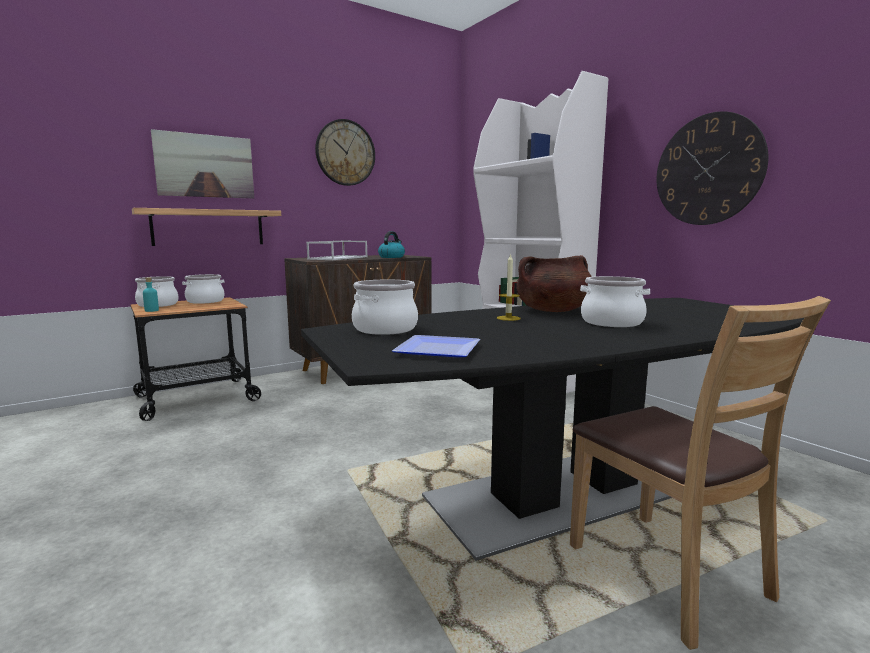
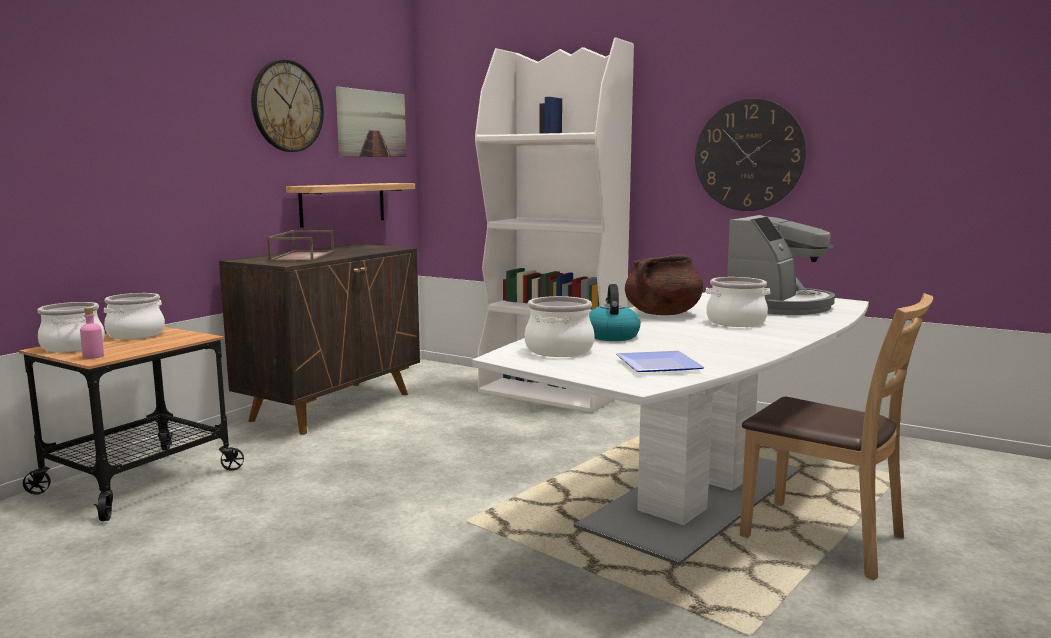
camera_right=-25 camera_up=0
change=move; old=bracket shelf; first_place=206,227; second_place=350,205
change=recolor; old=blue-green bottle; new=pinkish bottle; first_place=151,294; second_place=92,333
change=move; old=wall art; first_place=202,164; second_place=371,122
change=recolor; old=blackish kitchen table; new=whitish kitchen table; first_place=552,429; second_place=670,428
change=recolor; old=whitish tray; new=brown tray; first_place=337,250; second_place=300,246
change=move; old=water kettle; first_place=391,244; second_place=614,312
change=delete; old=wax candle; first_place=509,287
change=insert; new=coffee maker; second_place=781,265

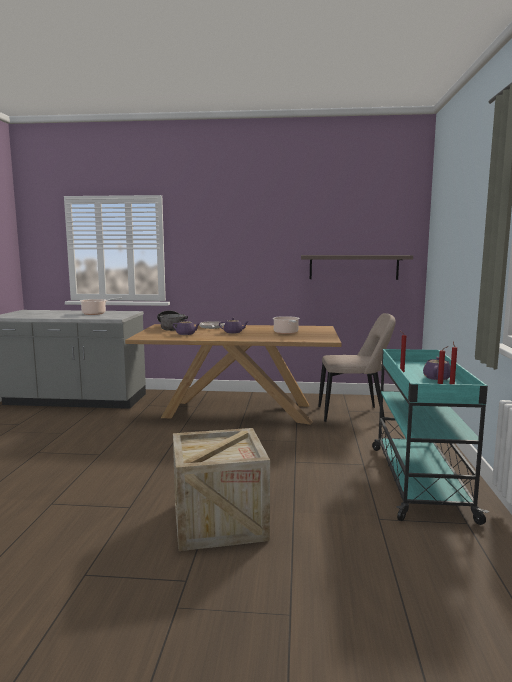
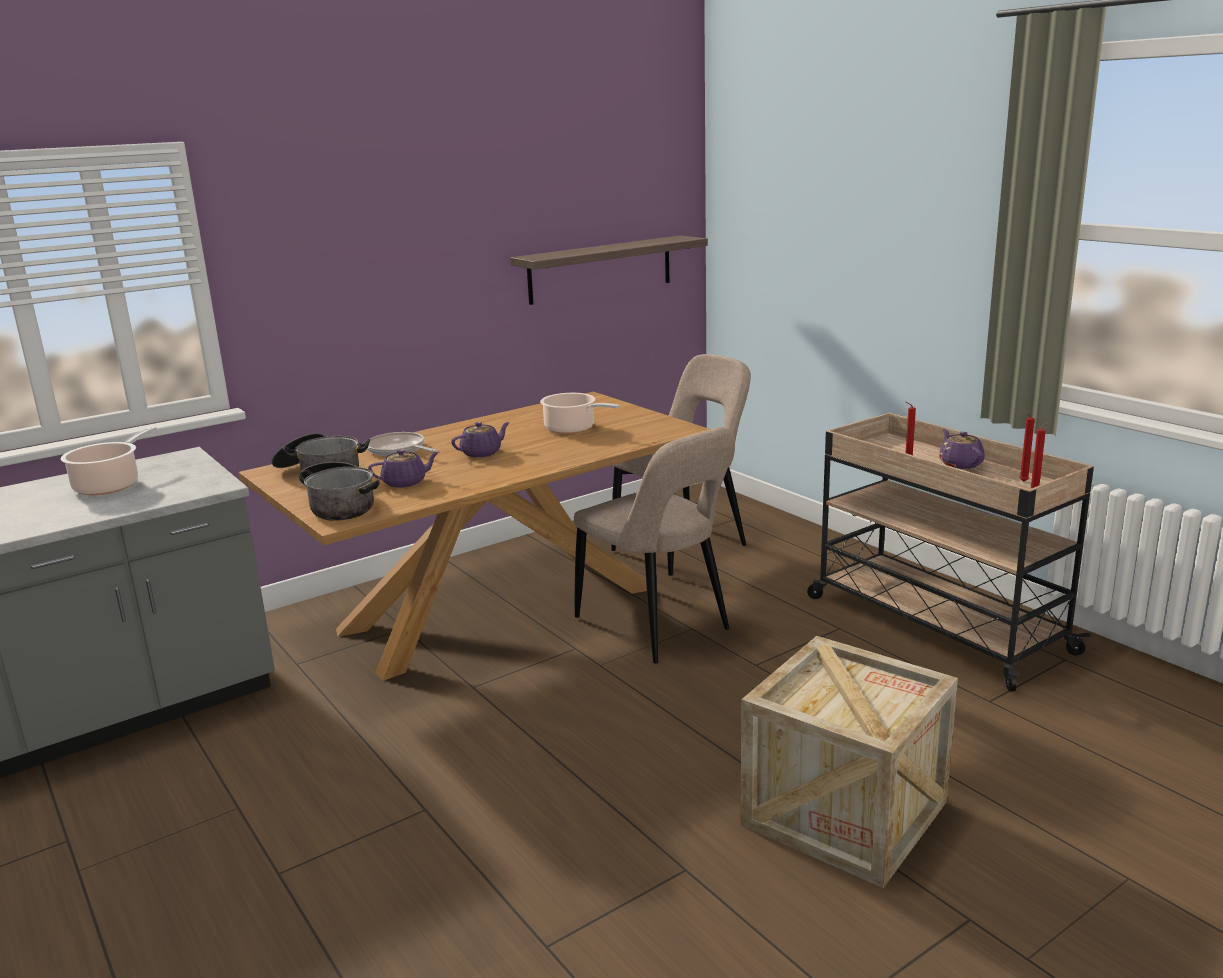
camera_right=-40 camera_up=10
change=recolor; old=blue-green wheeled cart; new=beige wheeled cart; first_place=431,437; second_place=950,552
change=insert; new=stockpot; second_place=339,491
change=insert; new=beige chair; second_place=654,545

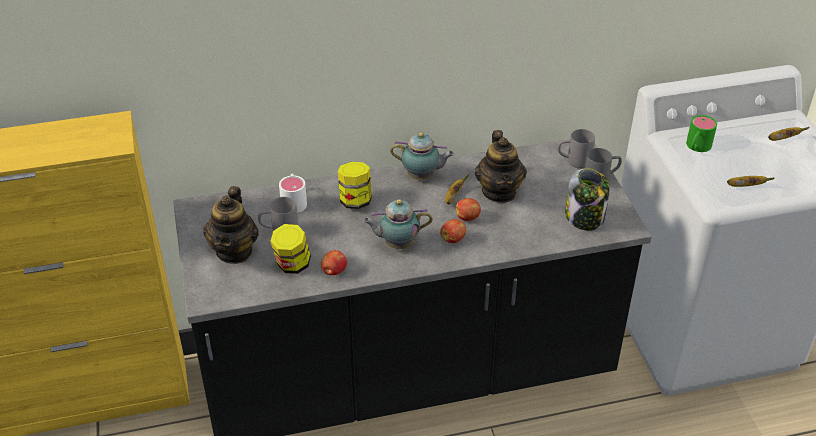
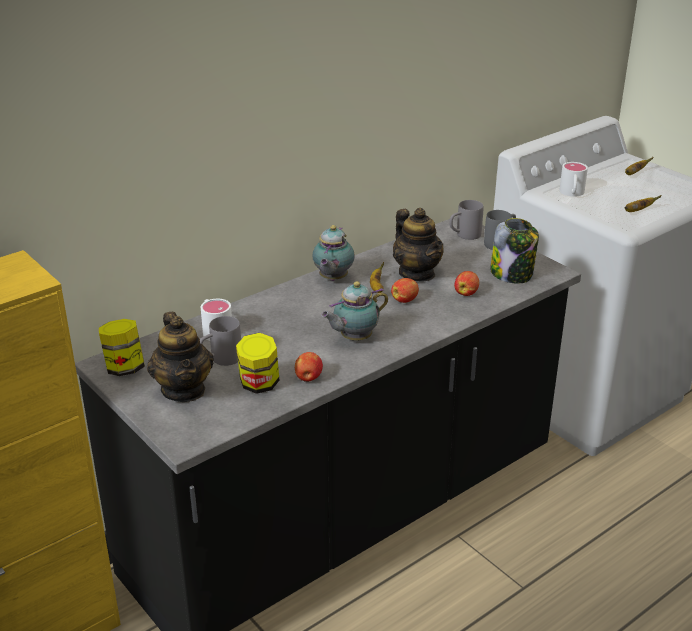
camera_right=-25 camera_up=-10
change=move; old=storage jar; first_place=355,185; second_place=122,347
change=rotate; old=teapot; first_place=422,156; second_place=334,253; degrees=120
change=move; old=apple fruit; first_place=453,231; second_place=466,283
change=recolor; old=green tea mug; new=whitish tea mug; first_place=701,133; second_place=573,179

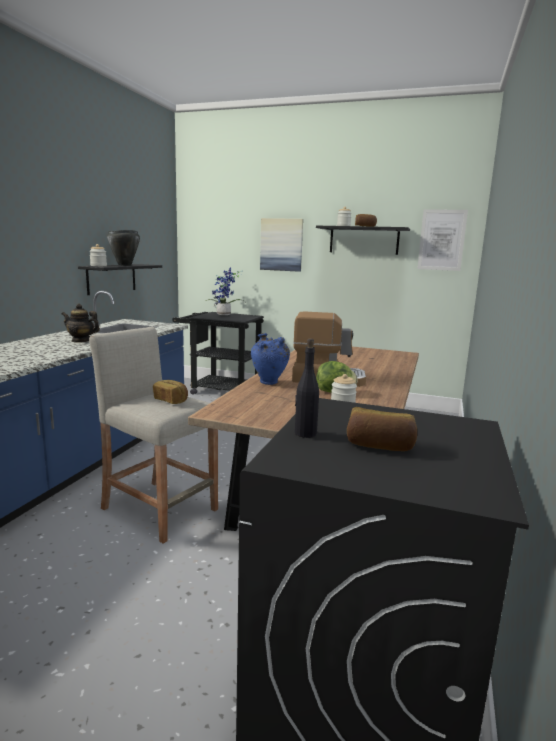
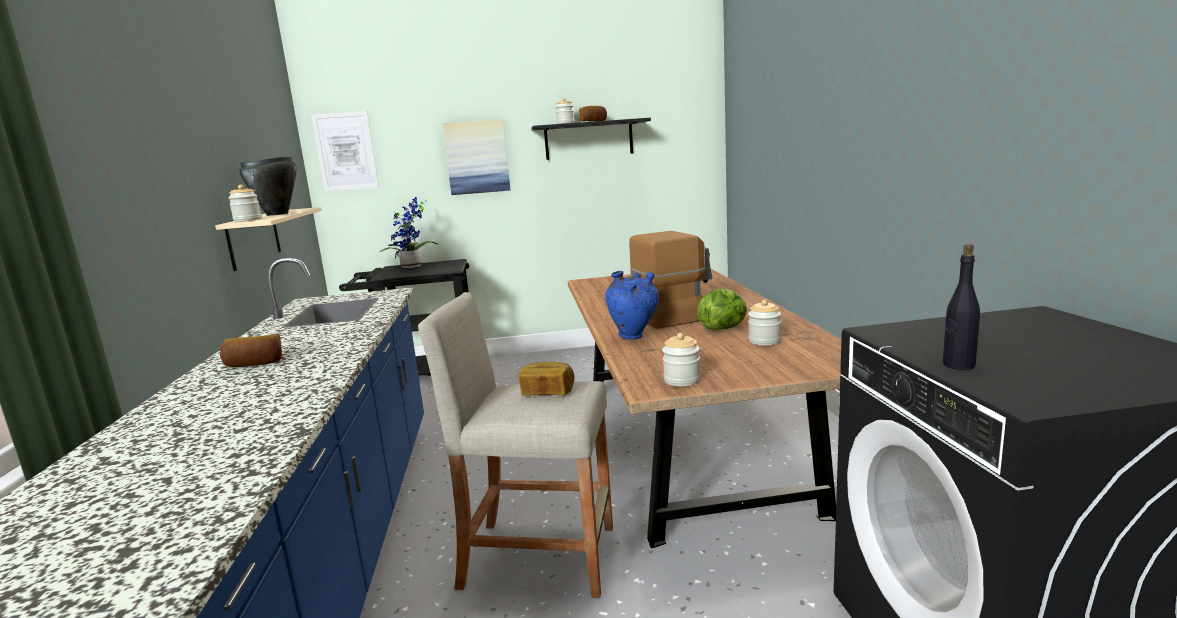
camera_right=-25 camera_up=0
change=delete; old=teapot; first_place=81,323
change=recolor; old=blackish bracket shelf; new=beige bracket shelf; first_place=120,279; second_place=268,239
change=move; old=baked bread; first_place=382,429; second_place=251,350
change=move; old=wall art; first_place=442,240; second_place=345,151
change=insert; new=storage jar; second_place=681,359

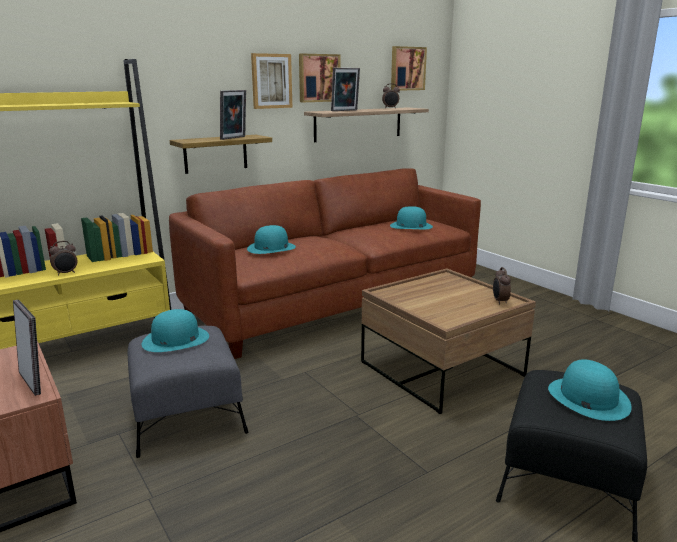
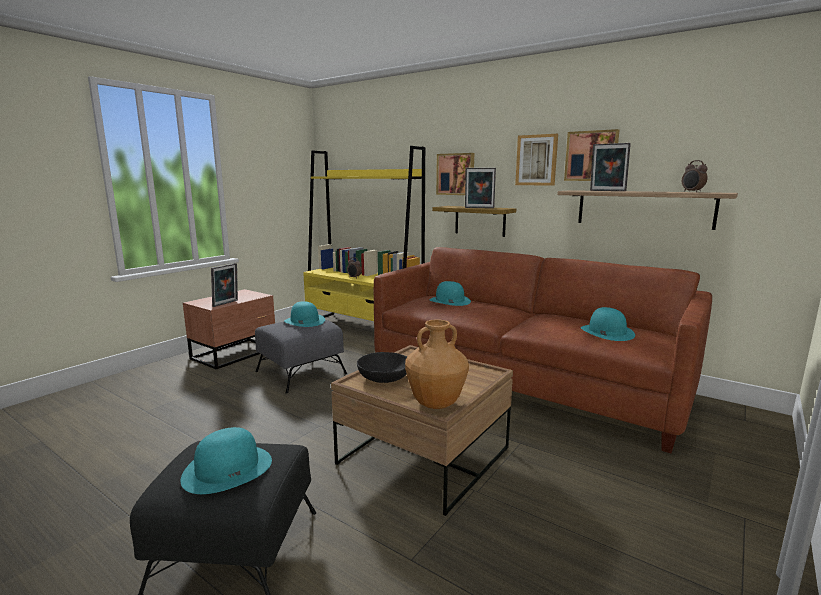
camera_right=70 camera_up=-5
change=move; old=wall art; first_place=409,68; second_place=455,174
change=replace; old=alarm clock; new=brown decorative vase; first_place=502,286; second_place=437,364
change=insert; new=blackish serving bowl; second_place=382,367

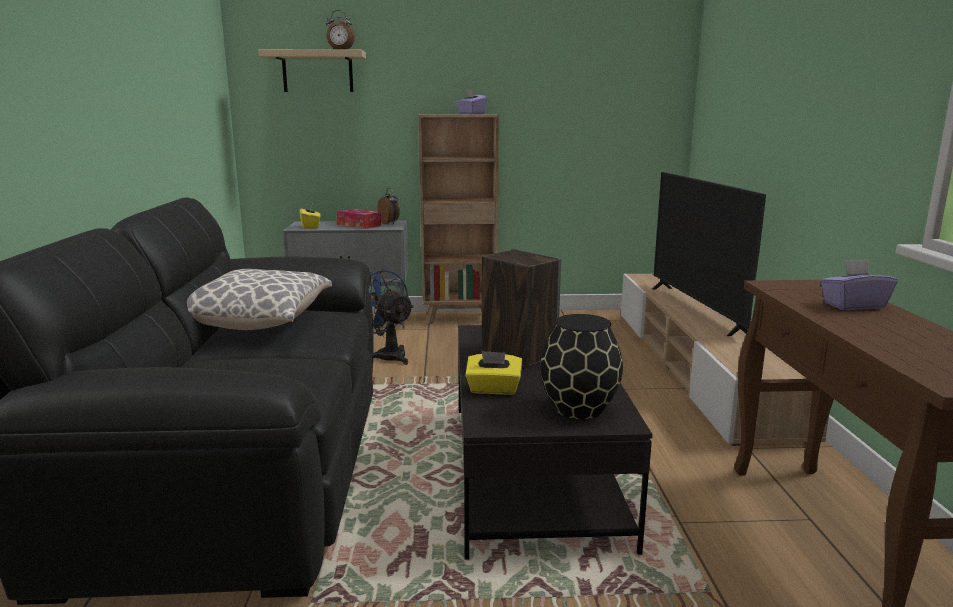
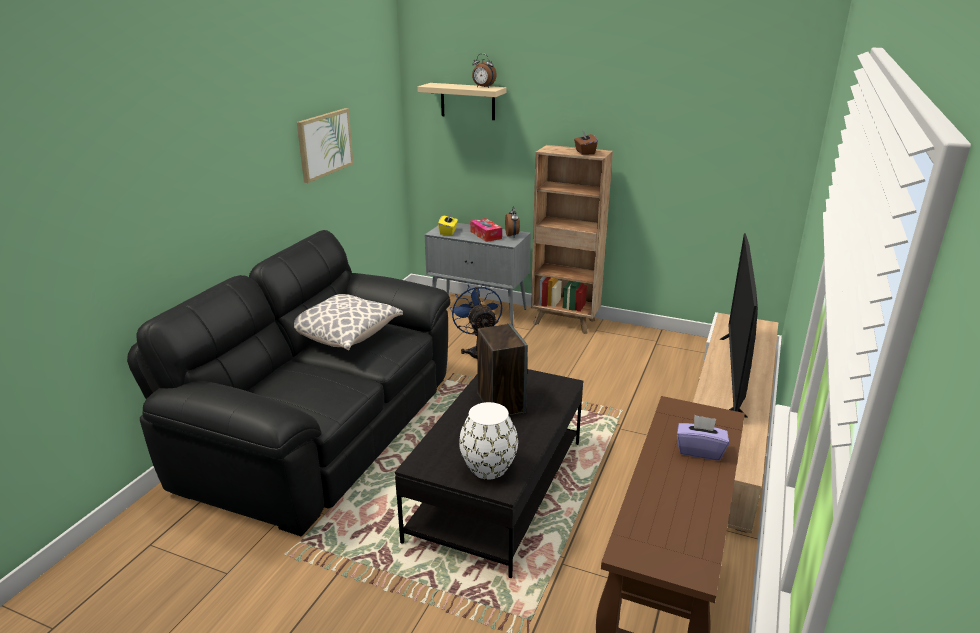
camera_right=25 camera_up=10
change=recolor; old=purple tissue box; new=brown tissue box; first_place=471,101; second_place=586,143
change=delete; old=yellow-coloured tissue box; first_place=493,373
change=recolor; old=blackish decorative vase; new=whitish decorative vase; first_place=581,366; second_place=488,440
change=insert; new=wall art; second_place=325,145

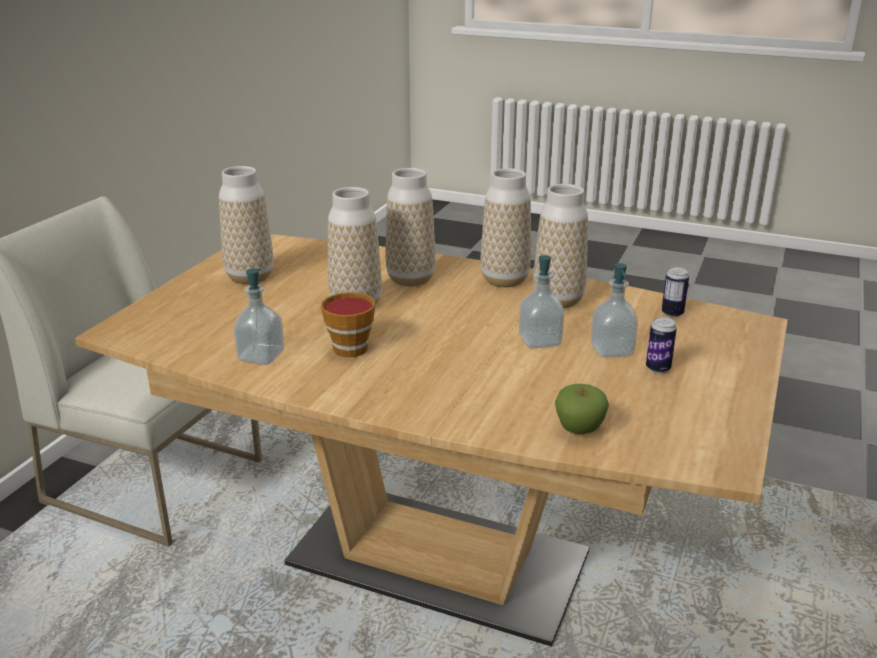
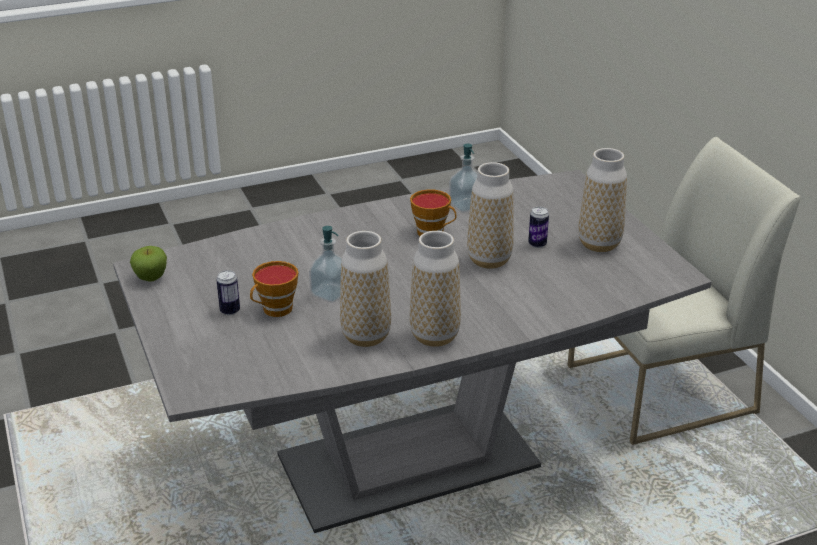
camera_right=135 camera_up=5
change=recolor; old=brown kitchen table; new=greyish kitchen table; first_place=431,440; second_place=412,351
change=delete; old=decorative vase; first_place=410,227
change=move; old=apple fruit; first_place=582,409; second_place=148,264
change=replace; old=liquid soap bottle; new=cup; first_place=614,310; second_place=274,289
change=move; old=sealed can; first_place=675,292; second_place=538,227

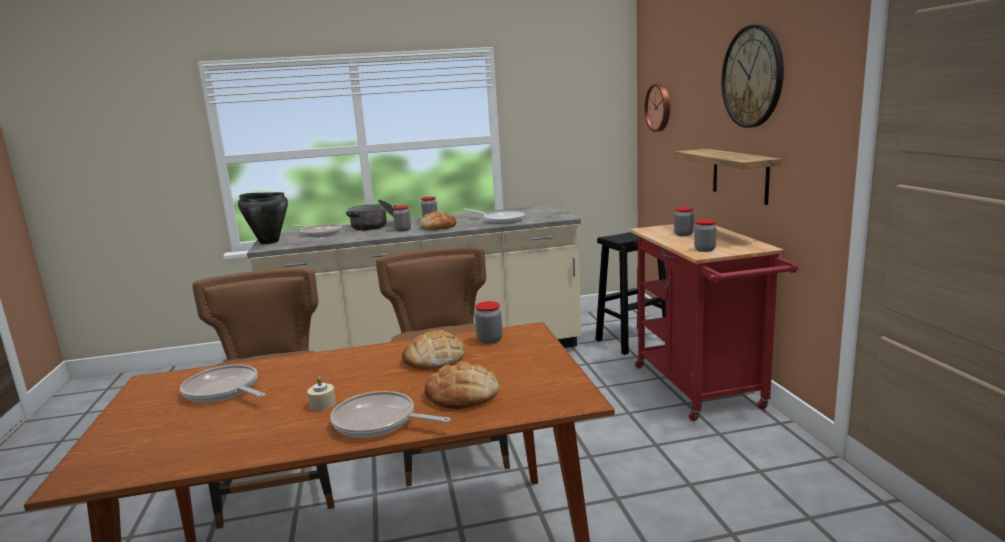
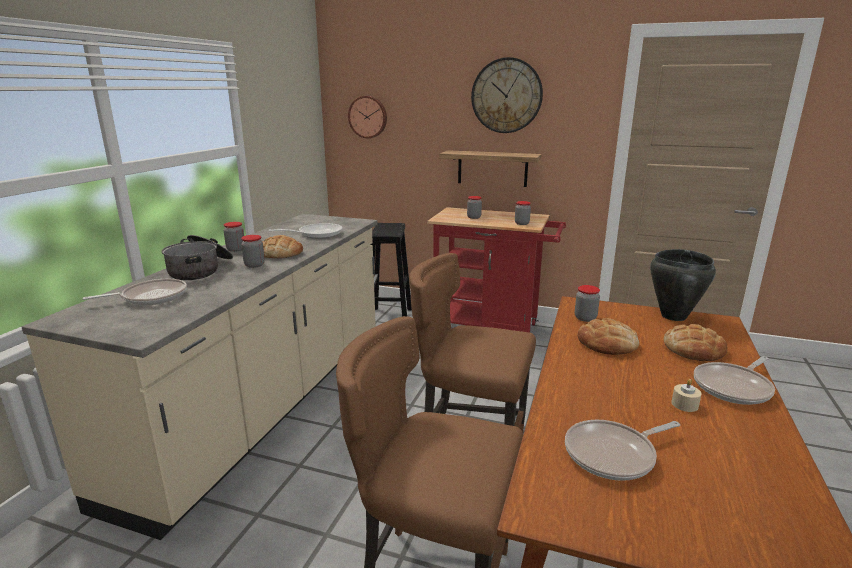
camera_right=-60 camera_up=5
change=move; old=blackish stockpot; first_place=263,218; second_place=683,285

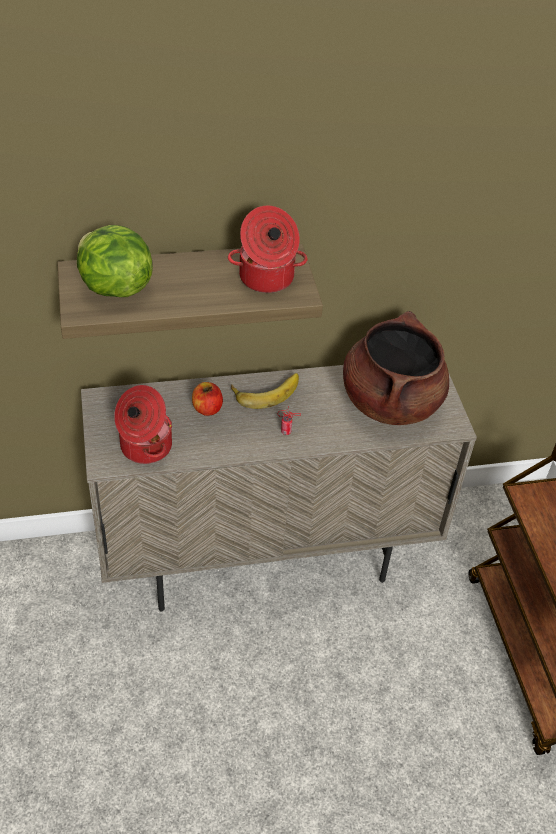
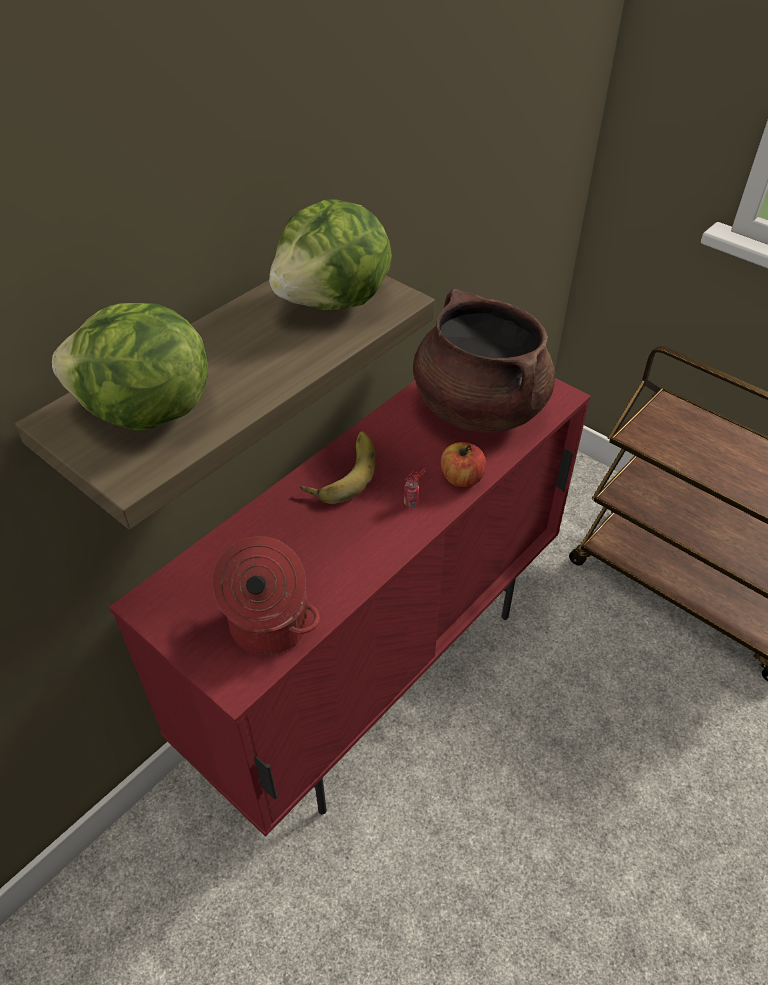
camera_right=-35 camera_up=0
change=recolor; old=beige cabinet; new=reddish cabinet; first_place=279,488; second_place=350,607
change=move; old=apple fruit; first_place=207,399; second_place=463,464
change=replace; old=stockpot; new=lettuce; first_place=267,249; second_place=330,254

